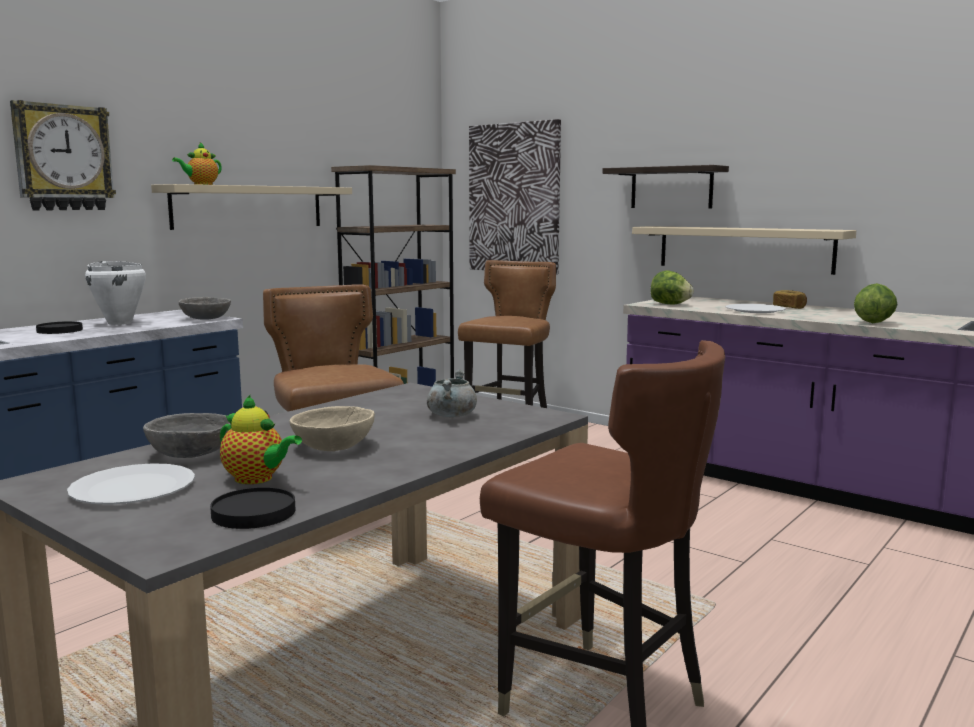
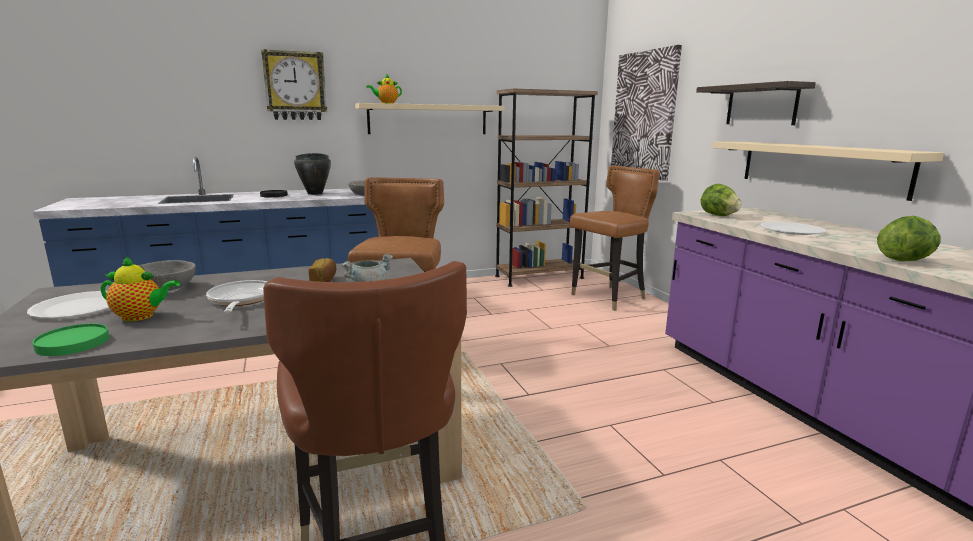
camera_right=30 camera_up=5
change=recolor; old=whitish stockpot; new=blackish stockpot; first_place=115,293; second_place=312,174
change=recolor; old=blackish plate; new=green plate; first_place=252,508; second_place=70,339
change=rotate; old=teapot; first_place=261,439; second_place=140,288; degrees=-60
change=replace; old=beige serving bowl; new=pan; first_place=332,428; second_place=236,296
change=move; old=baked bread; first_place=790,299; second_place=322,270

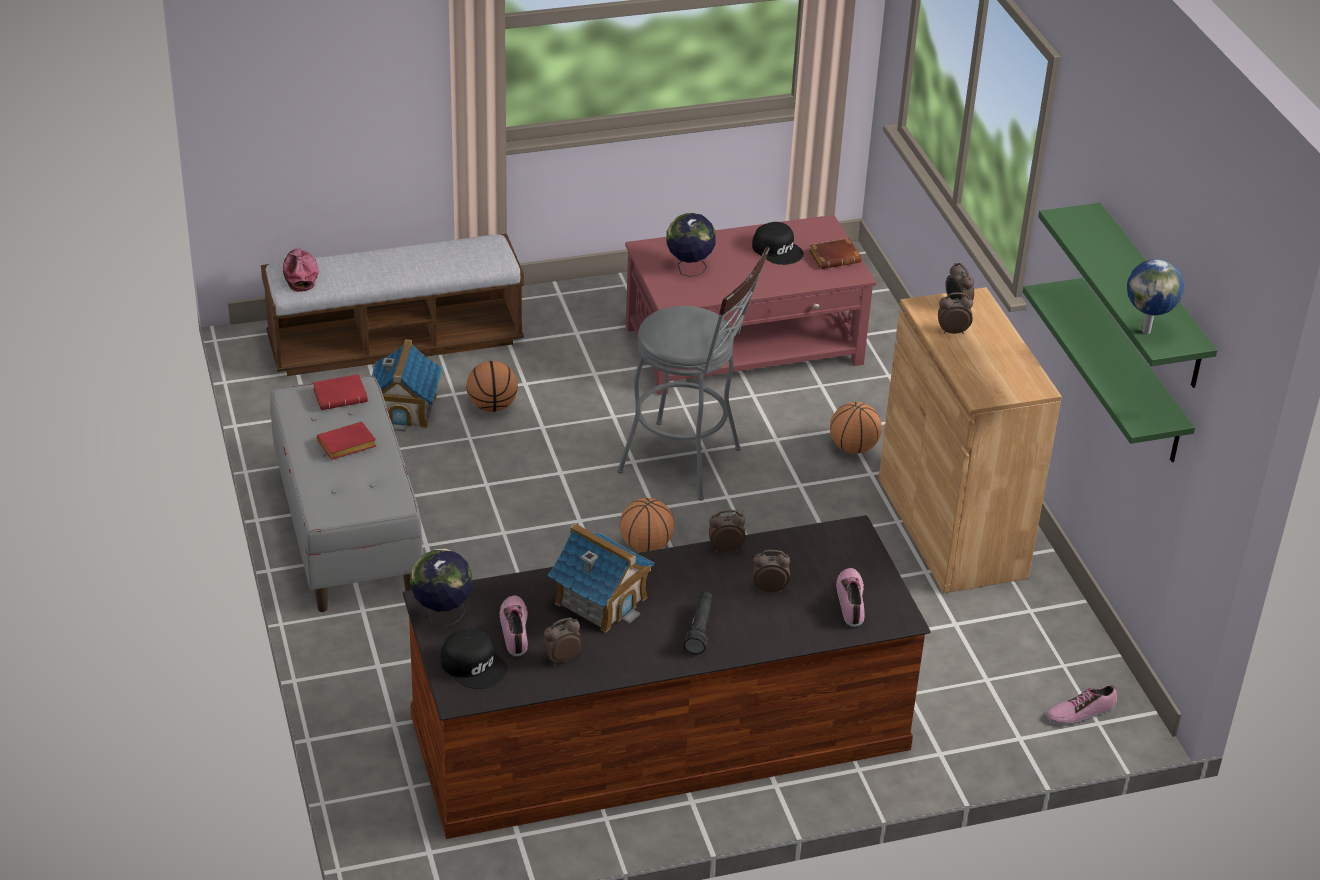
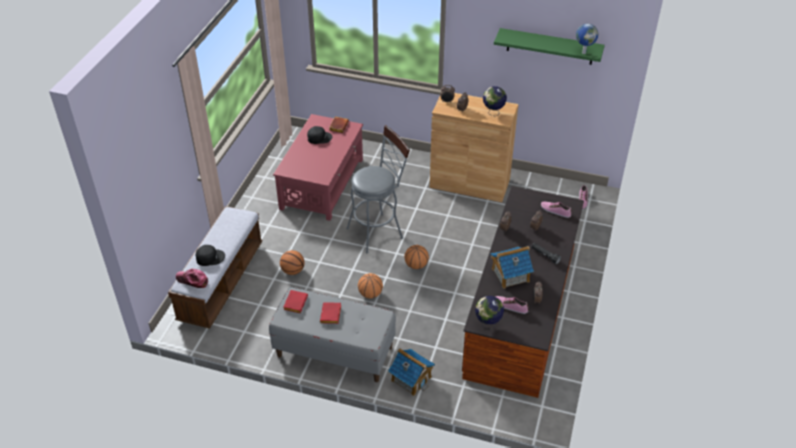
camera_right=-55 camera_up=5
change=move; old=miniature house; first_place=407,385; second_place=411,372
change=move; old=blackish cap; first_place=474,658; second_place=210,255
change=move; old=desk globe; first_place=691,245; second_place=495,101
change=move; old=basketball ball; first_place=855,428; second_place=370,286
change=delete; old=green bracket shelf; first_place=1109,370

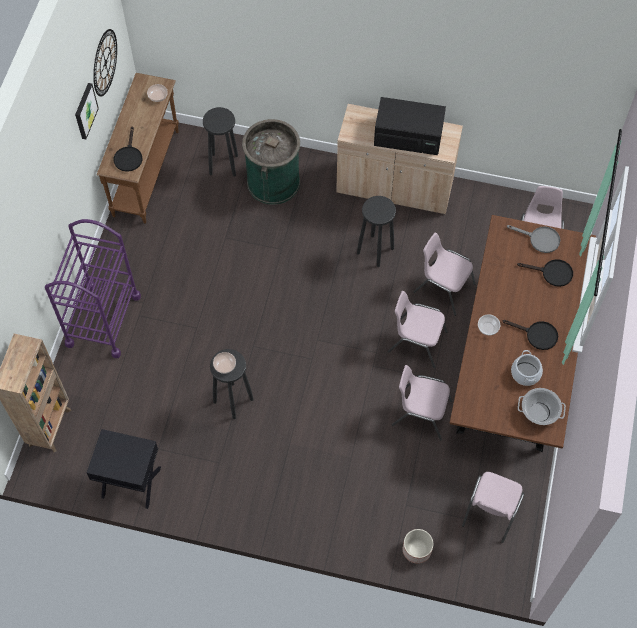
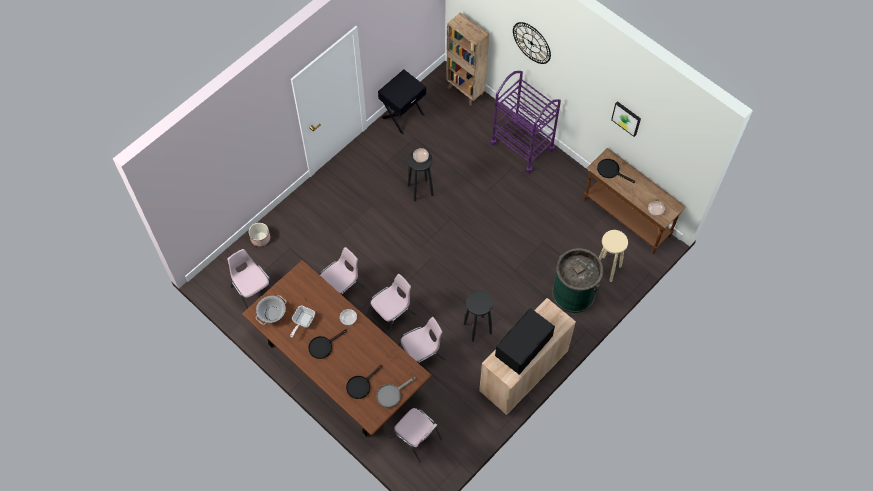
camera_right=120 camera_up=0
change=move; old=hanging clock; first_place=105,62; second_place=532,43
change=recolor; old=blackish sitting stool; new=beige sitting stool; first_place=220,142; second_place=613,256
change=replace; old=stockpot; new=pan; first_place=527,368; second_place=302,321

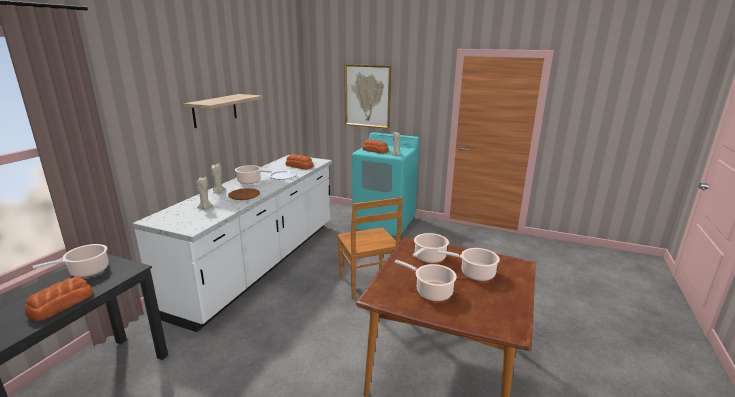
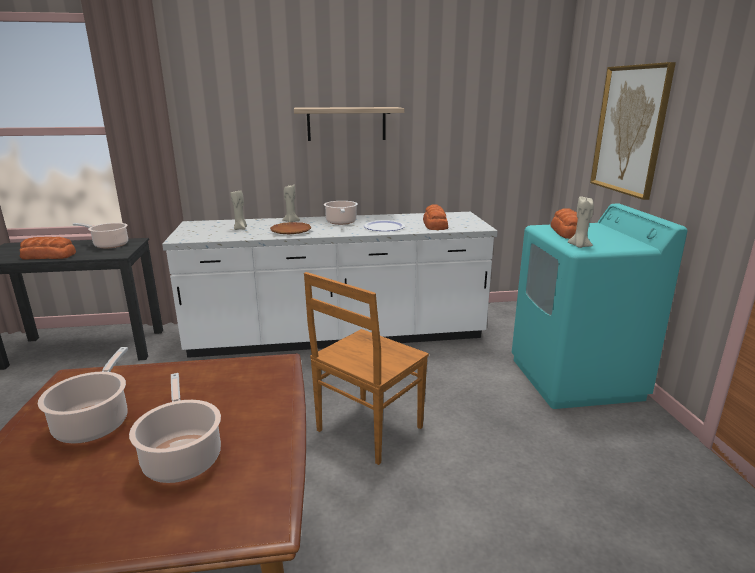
camera_right=60 camera_up=0
change=delete; old=stockpot; first_place=431,248

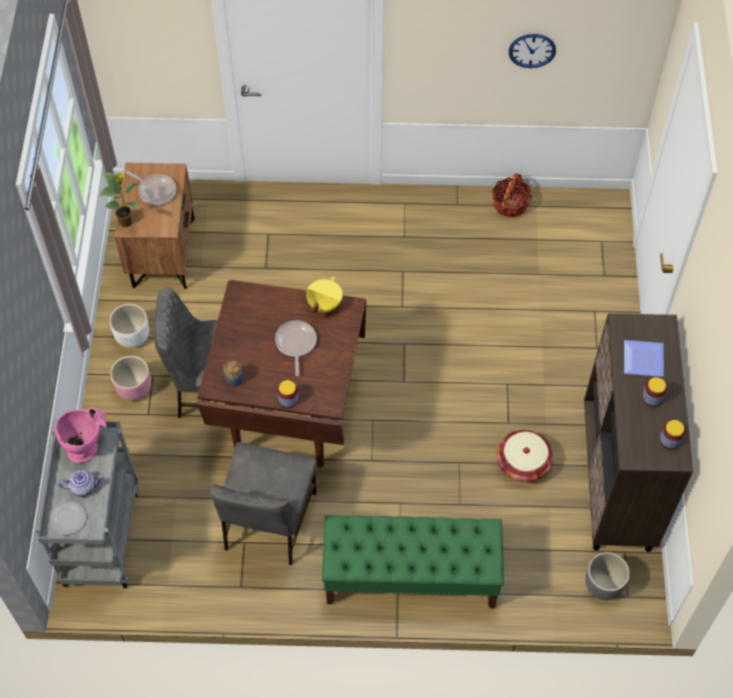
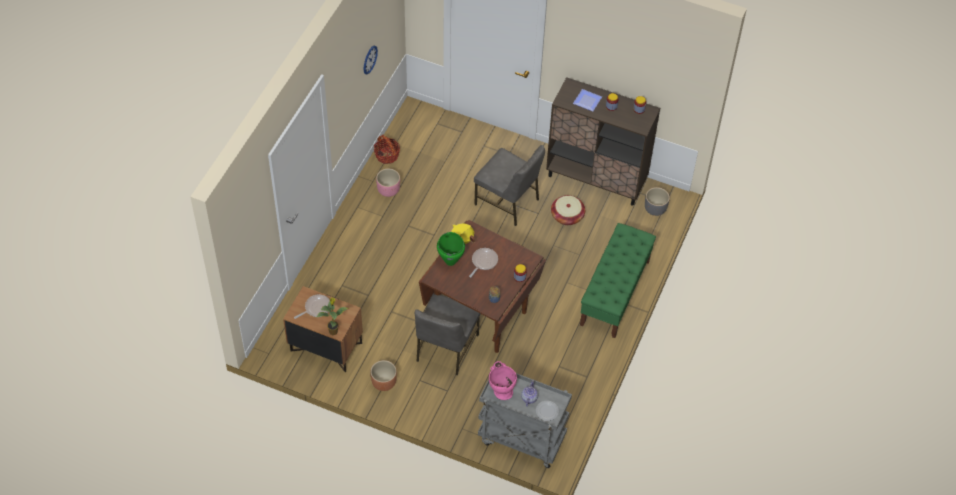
camera_right=-70 camera_up=-5
change=recolor; old=whitish flower pot; new=brown flower pot; first_place=129,326; second_place=383,375
change=move; old=pinkish flower pot; first_place=130,378; second_place=388,182
change=move; old=greyish chair; first_place=263,503; second_place=509,185
change=rotate; old=pan; first_place=296,348; second_place=483,262; degrees=105
change=insert; new=green stockpot; second_place=451,249

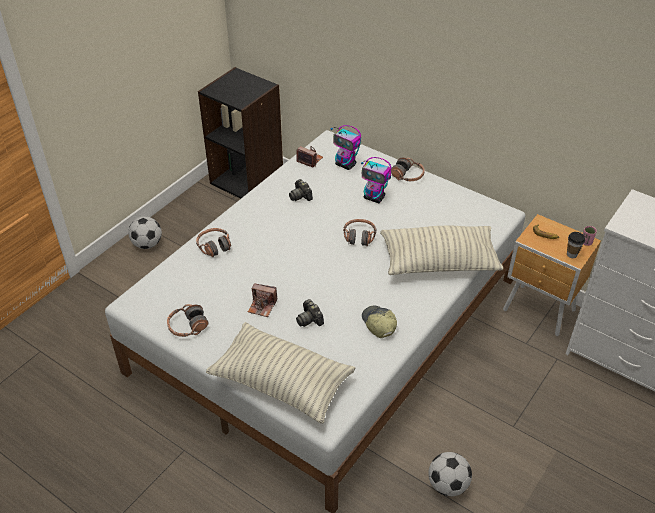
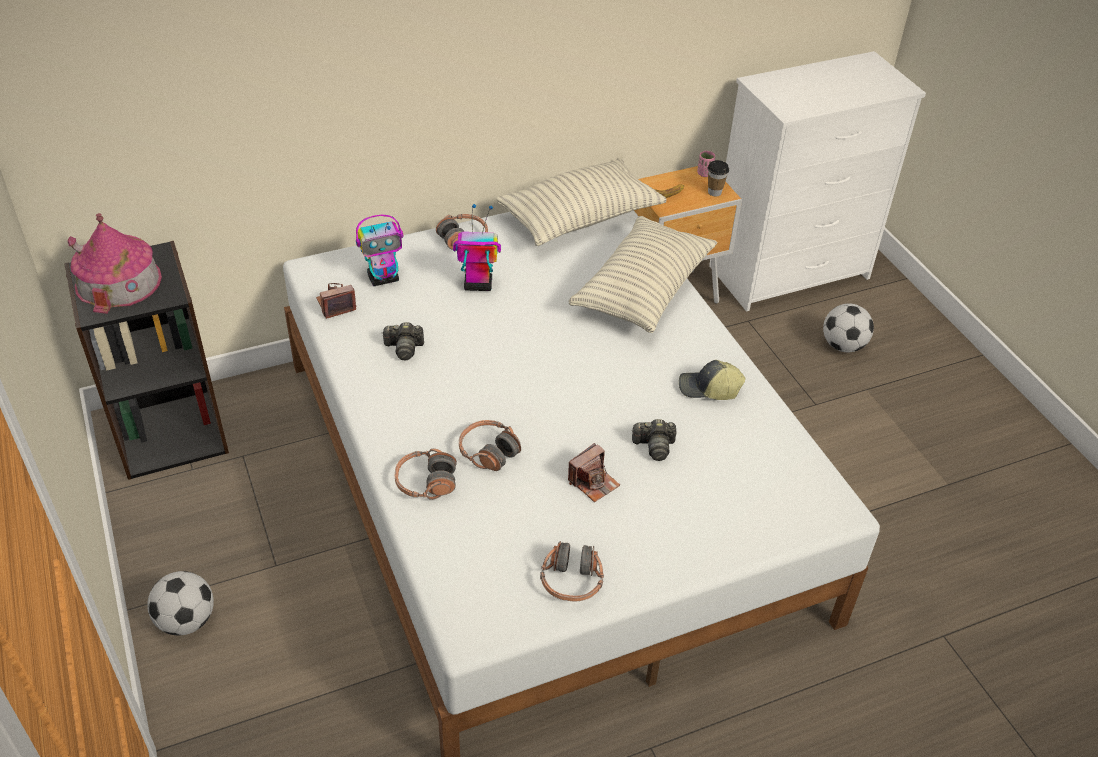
camera_right=-60 camera_up=0
change=move; old=pillow; first_place=280,373; second_place=581,202
change=move; old=headphones; first_place=360,232; second_place=490,445
change=rotate; old=toy robot; first_place=376,180; second_place=477,247; degrees=-150
change=move; old=football; first_place=450,474; second_place=848,328
change=insert; new=miniature house; second_place=115,263

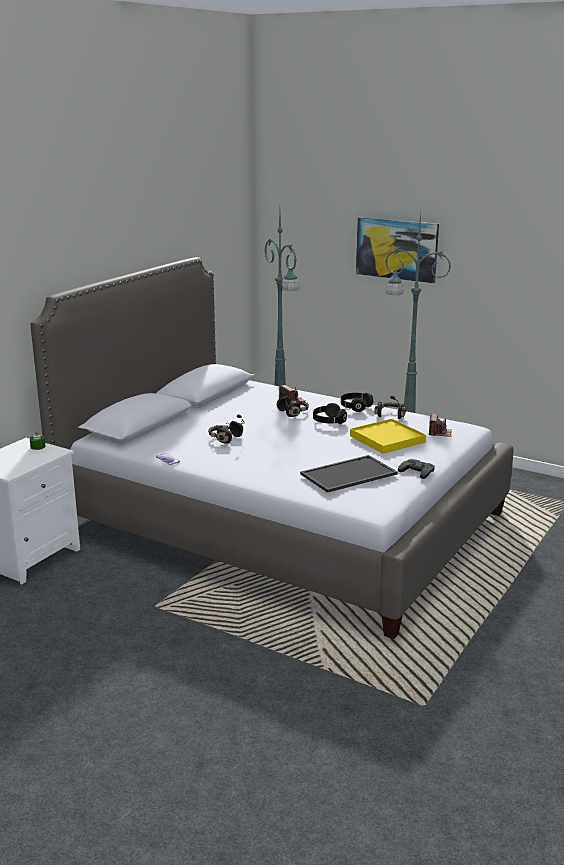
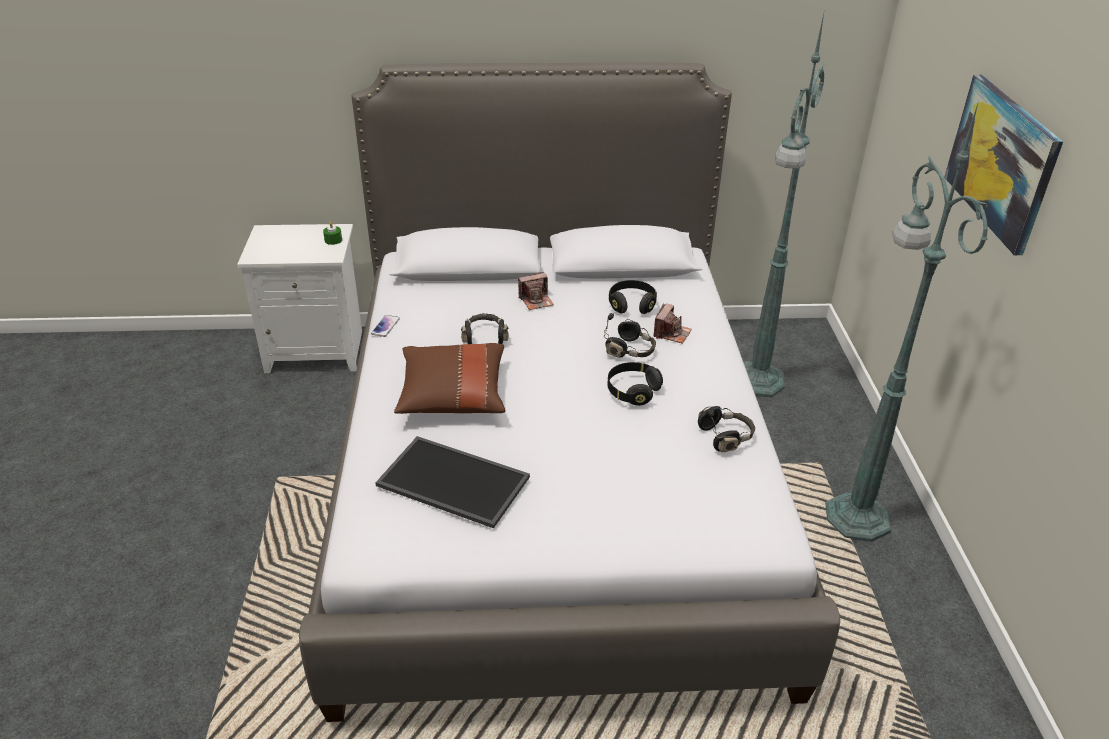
camera_right=55 camera_up=15
change=move; old=blackish headphones; first_place=357,402; second_place=633,297
change=delete; old=yellow-coloured tray; first_place=388,436
change=delete; old=blackish joypad; first_place=416,469
change=move; old=still camera; first_place=440,425; second_place=536,291
change=insert; new=brown pillow; second_place=449,378

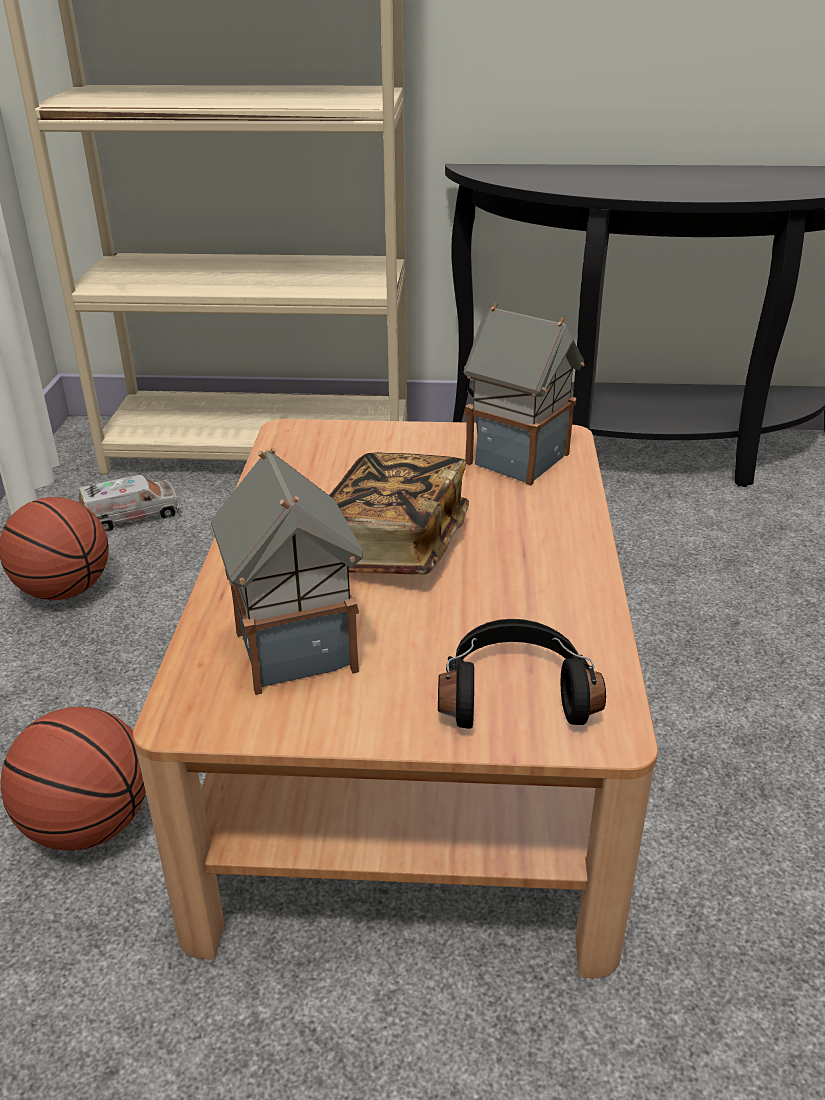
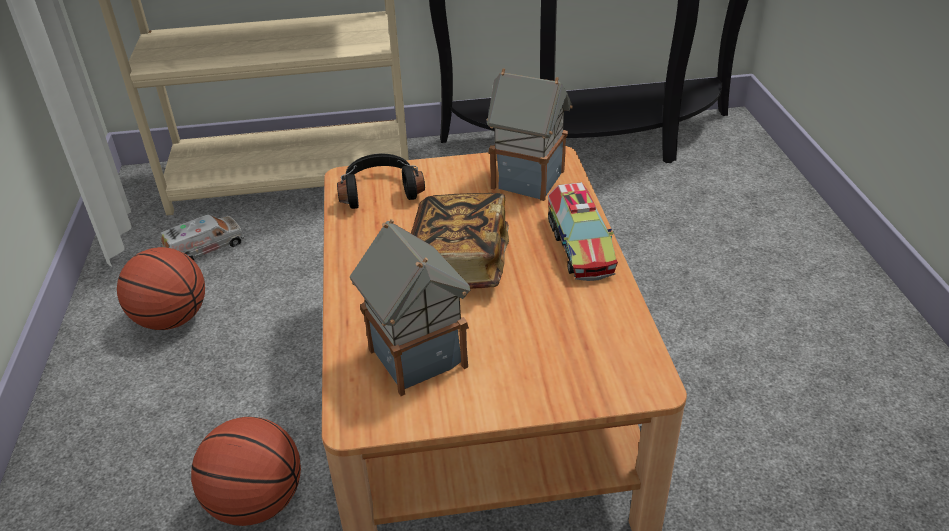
camera_right=-10 camera_up=5
change=move; old=blackish headphones; first_place=522,674; second_place=381,181
change=insert; new=toy lorry; second_place=583,231

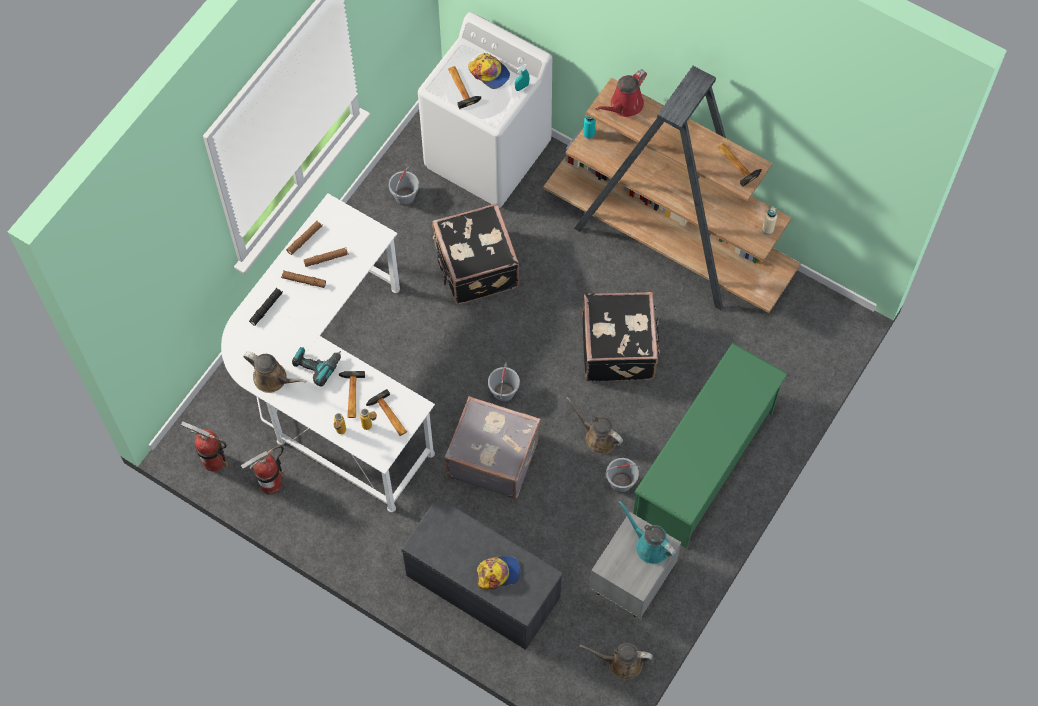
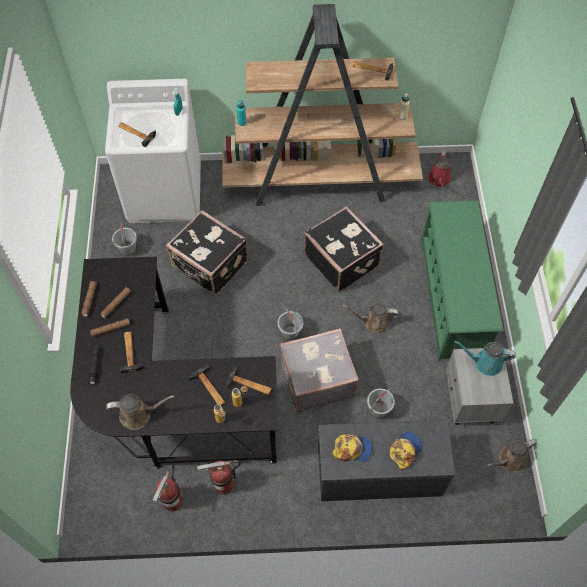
camera_right=-35 camera_up=-5
change=move; old=extinguisher; first_place=204,446; second_place=219,478
change=recolor; old=whitish desk; new=blackish desk; first_place=328,352; second_place=174,363
change=delete; old=drill; first_place=316,367
change=move; old=cap; first_place=489,71; second_place=352,448
change=move; old=reddish watering can; first_place=621,93; second_place=439,169
change=move; old=greyish pail; first_place=623,475; second_place=381,403
change=insert; new=tool hammer; second_place=132,353

